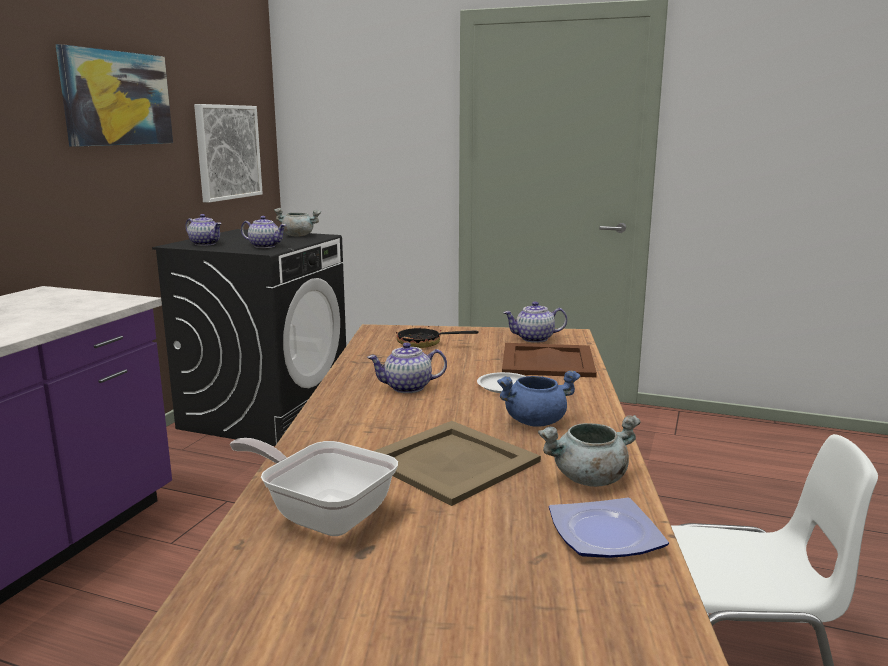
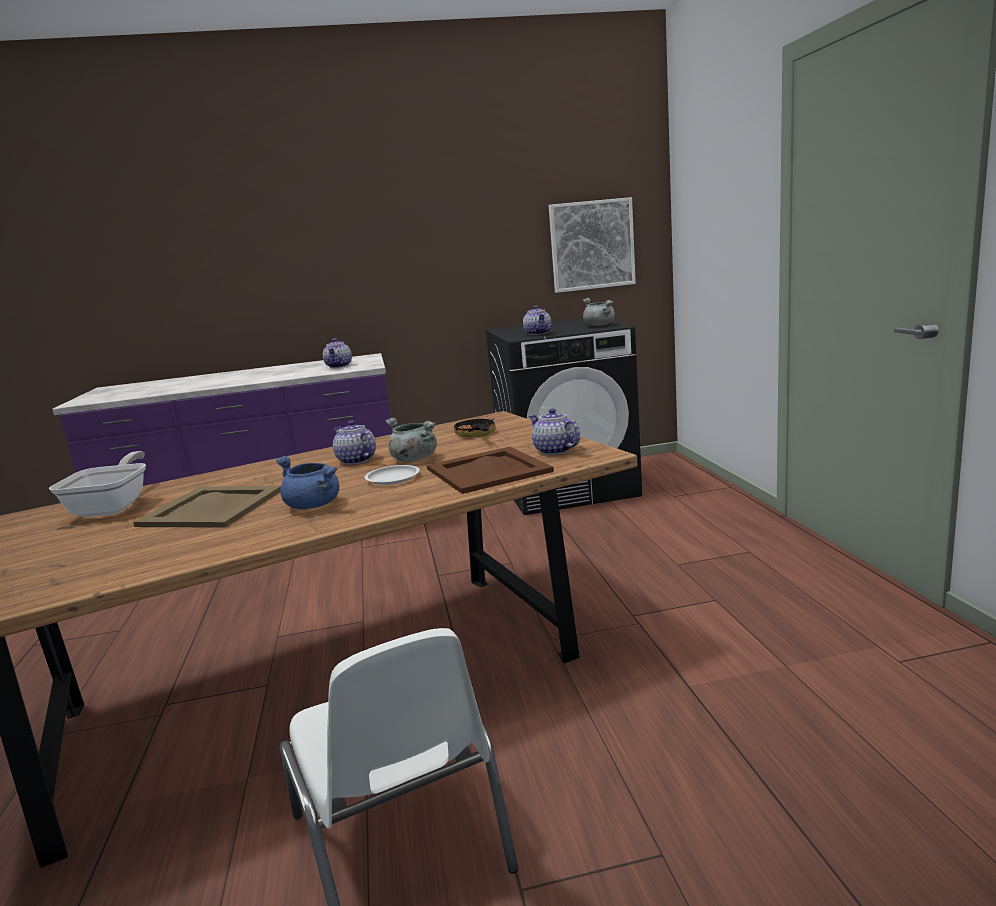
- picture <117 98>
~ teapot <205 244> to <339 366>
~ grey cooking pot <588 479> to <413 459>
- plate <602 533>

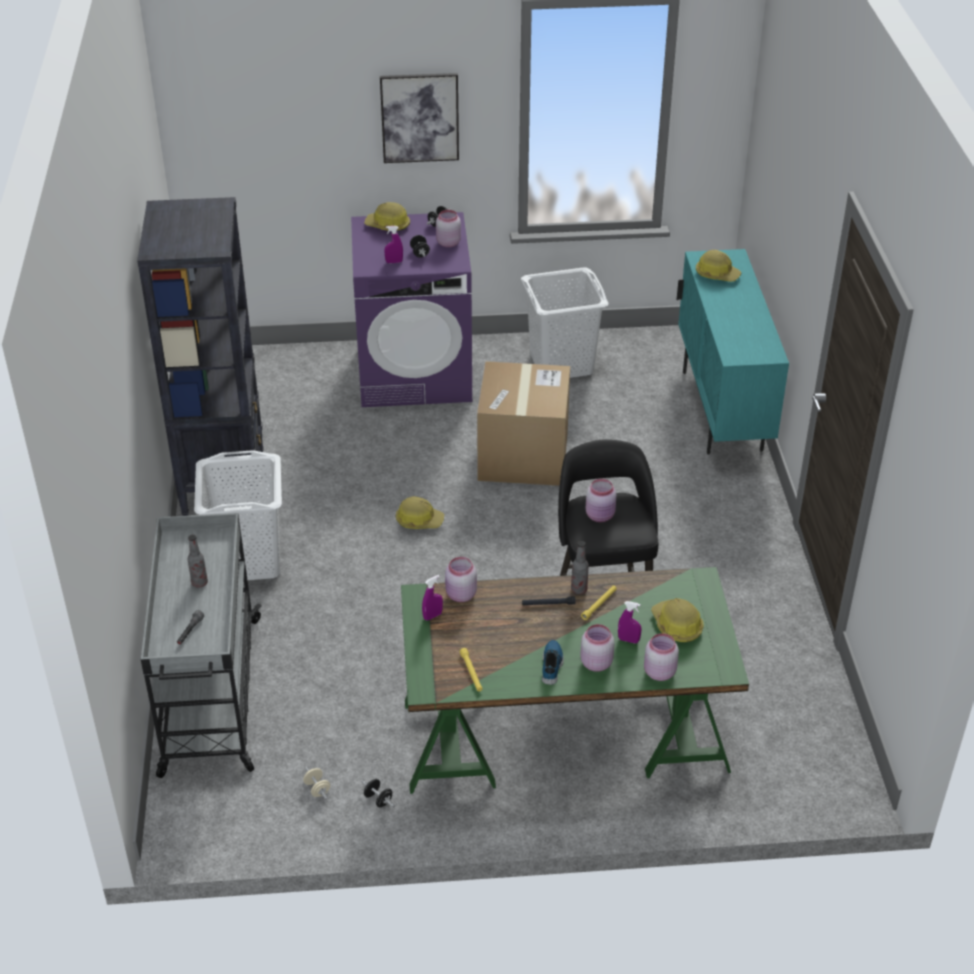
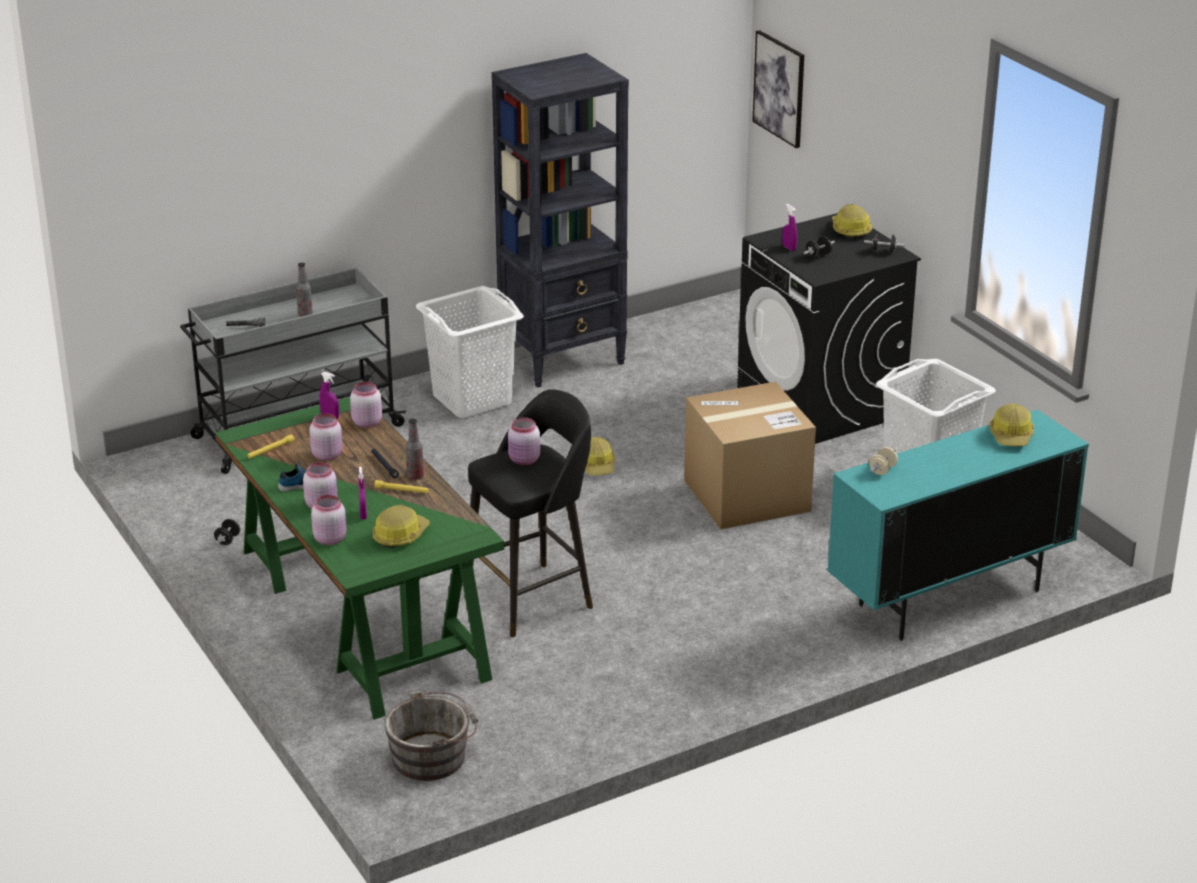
~ picture <420 117> to <779 88>
~ pink jar <447 243> to <327 455>
~ purple washing machine <415 373> to black washing machine <821 404>
~ beige dumbbell <317 789> to <882 470>
+ grey bucket <433 757>

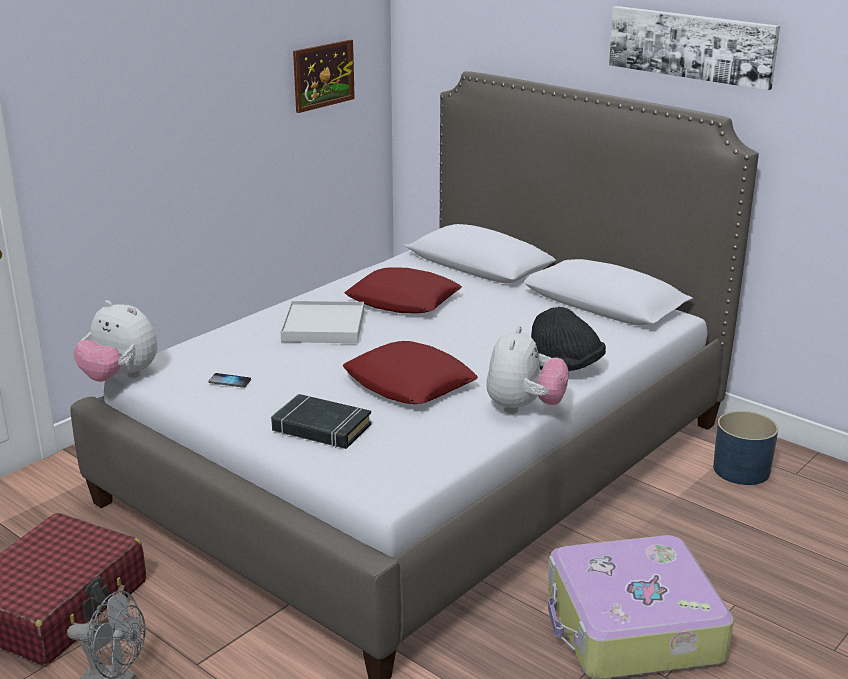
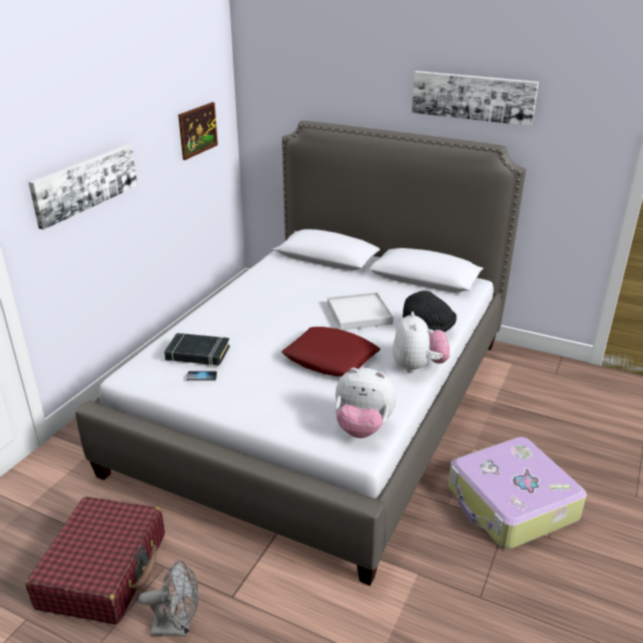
- red pillow <403 300>
~ plush toy <120 377> to <362 428>
~ white tray <323 326> to <359 314>
~ black book <321 428> to <197 354>
- blue planter <741 470>
+ picture <85 183>

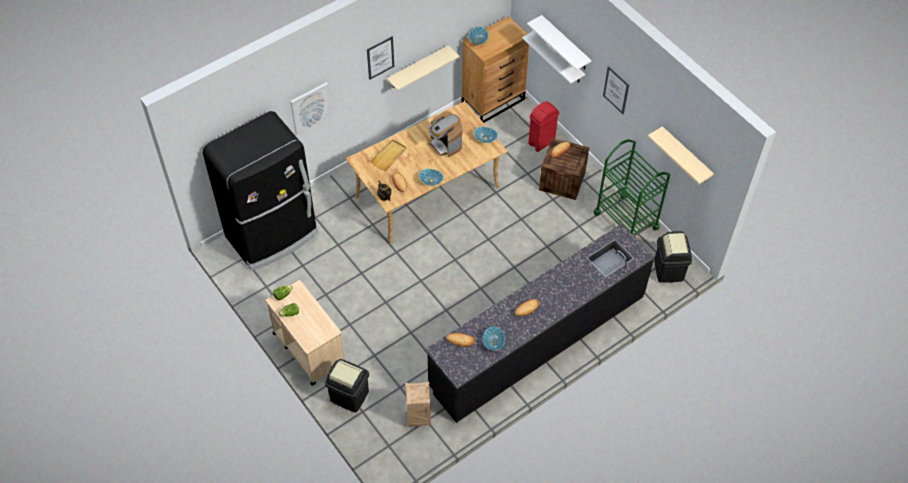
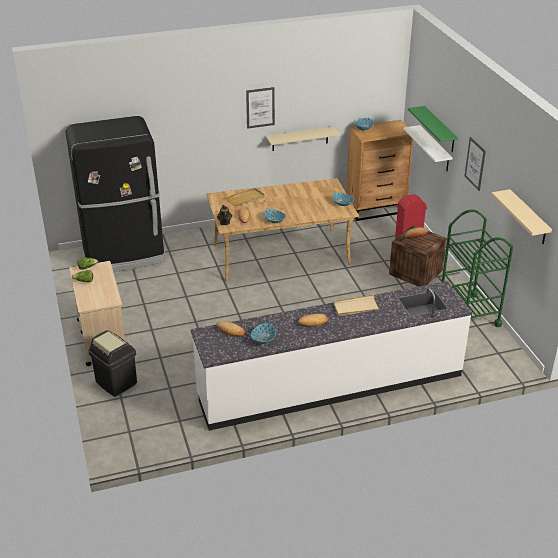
~ white shelf <565 44> to green shelf <439 129>
- picture <310 108>
- coffee machine <445 144>
~ black counter <537 340> to white counter <330 384>
- black trash can <669 270>
- crate <419 417>
+ beige tray <356 307>

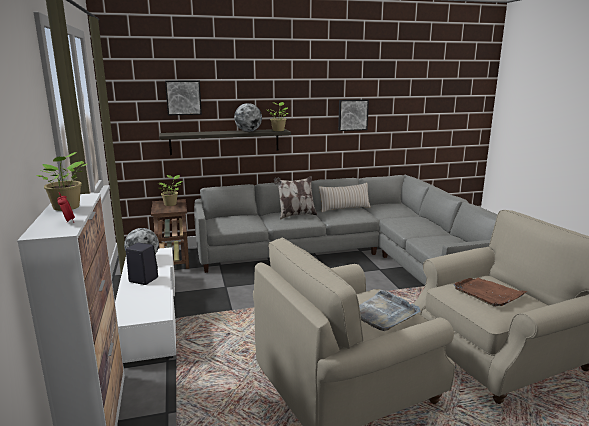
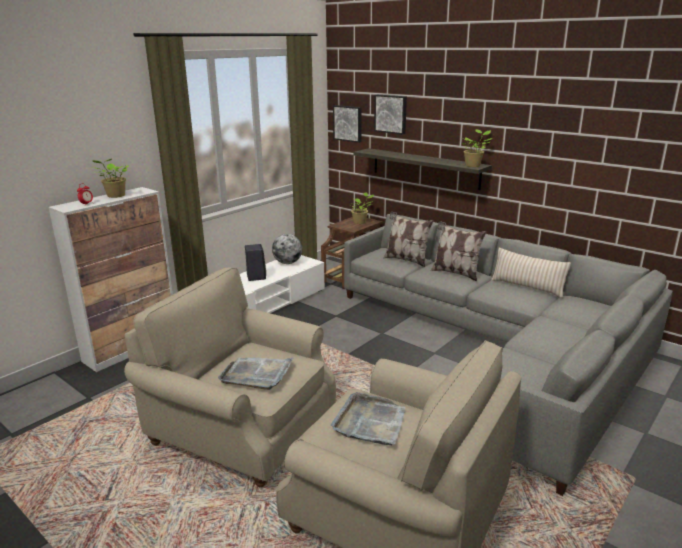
~ picture <352 115> to <348 123>
- globe <248 131>
~ brown tray <488 293> to grey tray <370 422>
+ pillow <406 260>

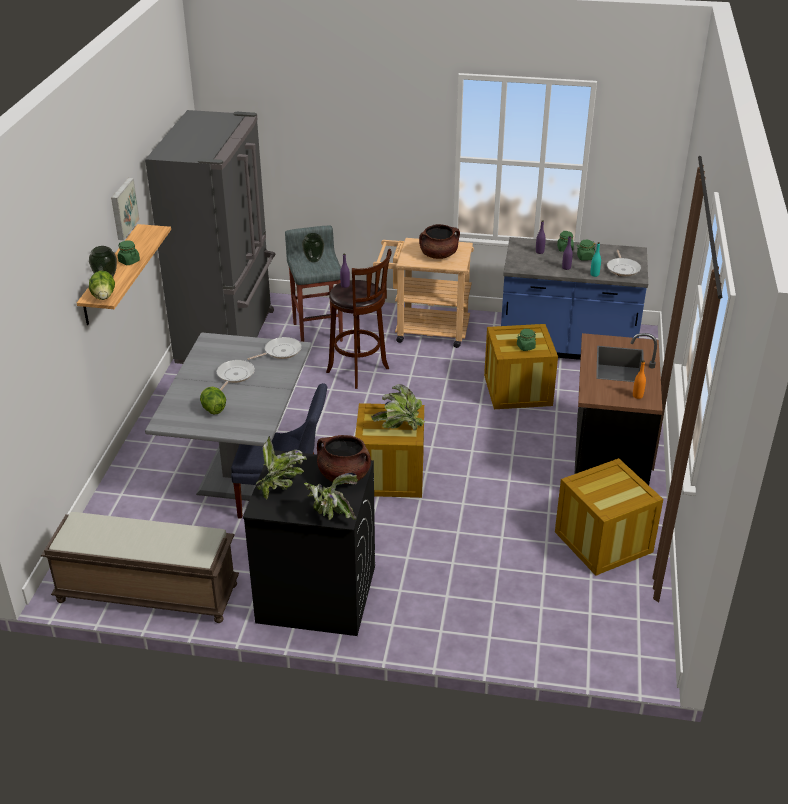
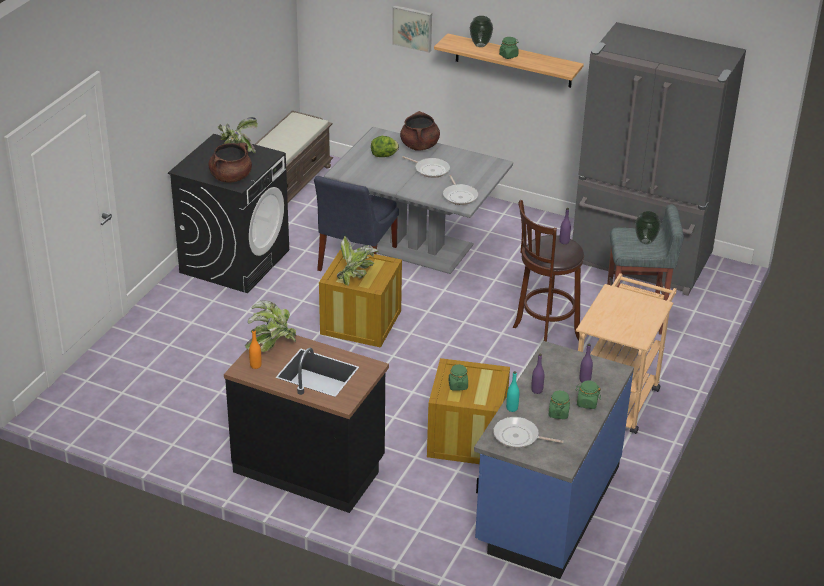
~ picture <123 208> to <413 28>
~ brown cooking pot <438 255> to <419 146>
- lettuce <104 296>
- crate <603 542>
~ potted plant <330 513> to <272 344>

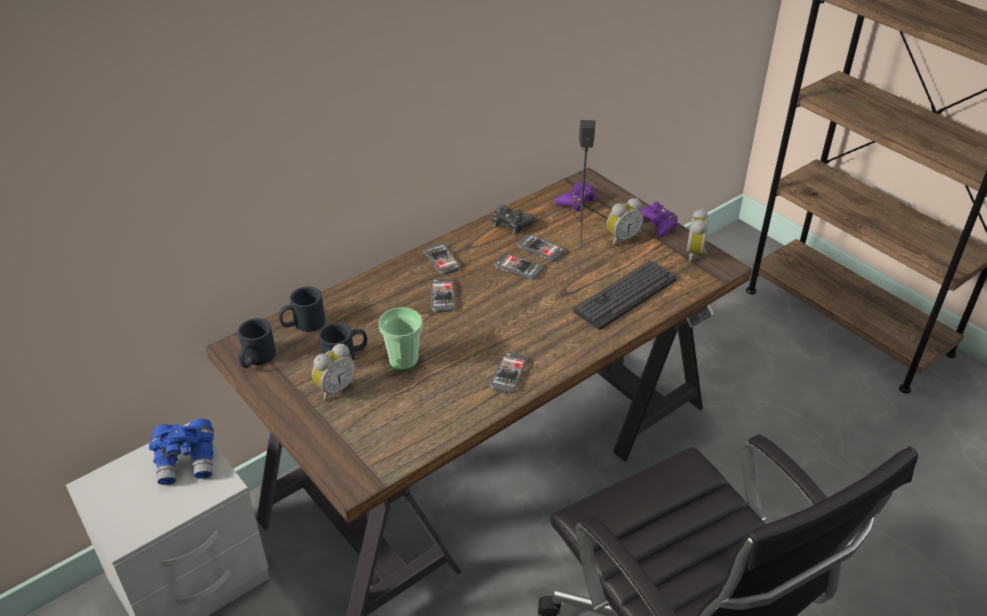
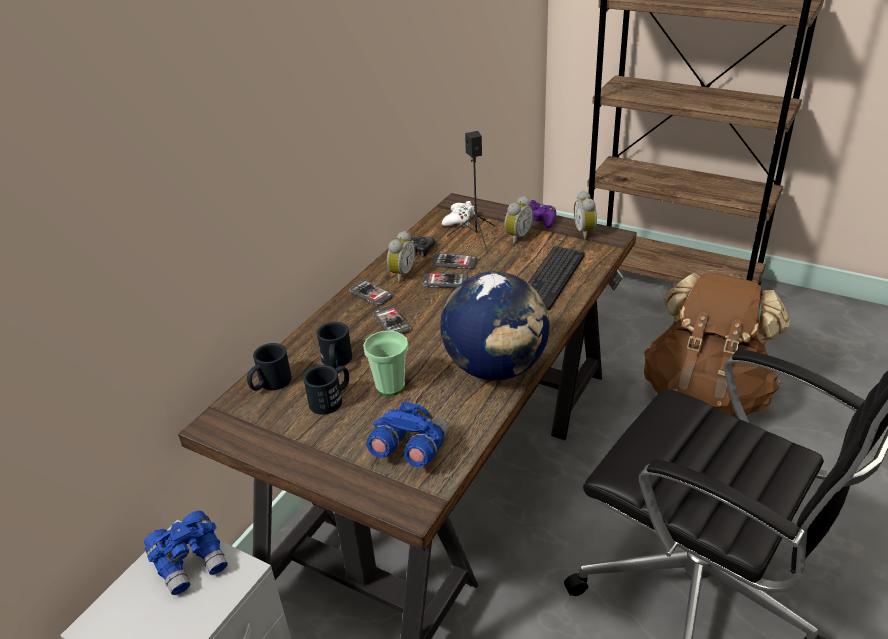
~ purple game controller <576 202> to white game controller <459 220>
~ black mug <256 359> to <336 362>
~ alarm clock <335 388> to <401 274>
~ phone <509 374> to globe <496 368>
+ brown backpack <705 397>
+ blue binoculars <409 450>

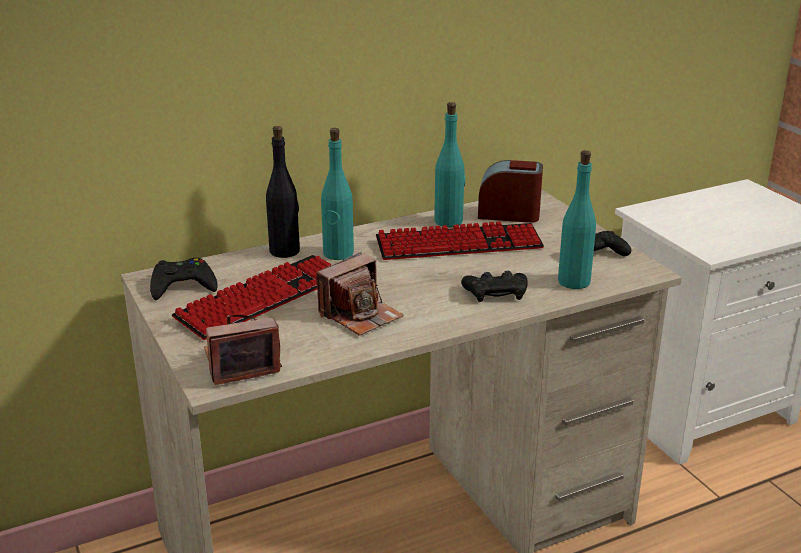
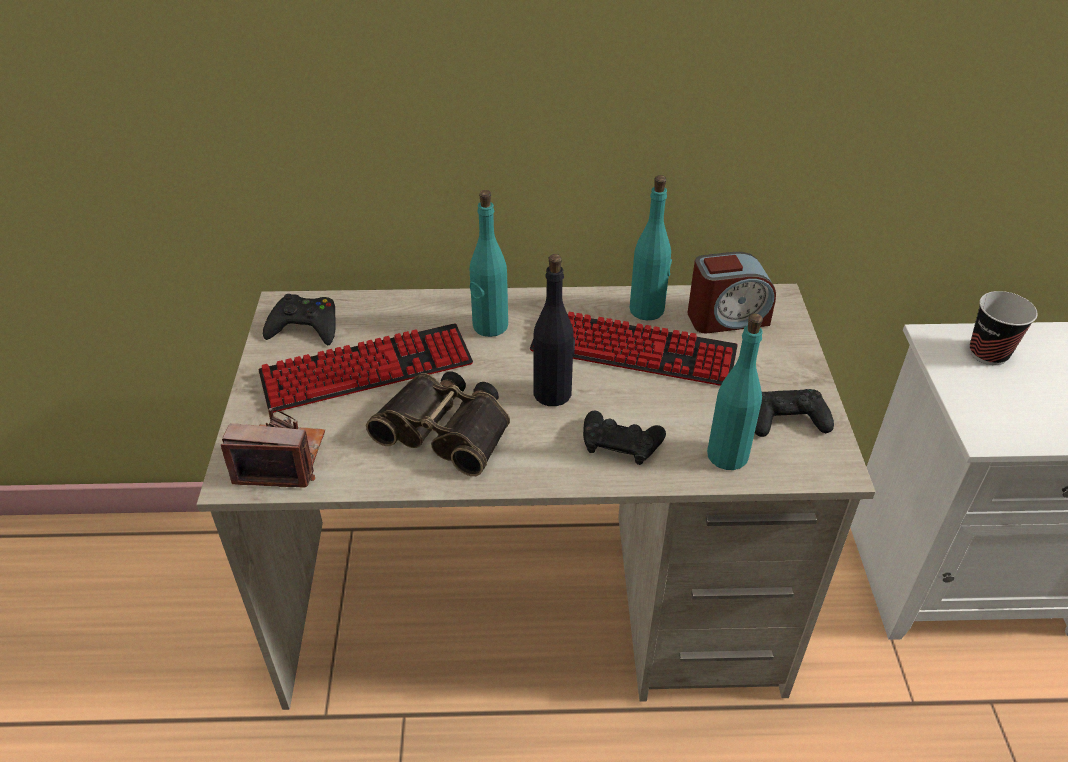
~ black bottle <285 251> to <553 393>
~ alarm clock <509 214> = <727 317> 135 degrees clockwise
~ photo camera <360 315> to binoculars <448 429>
+ cup <988 353>

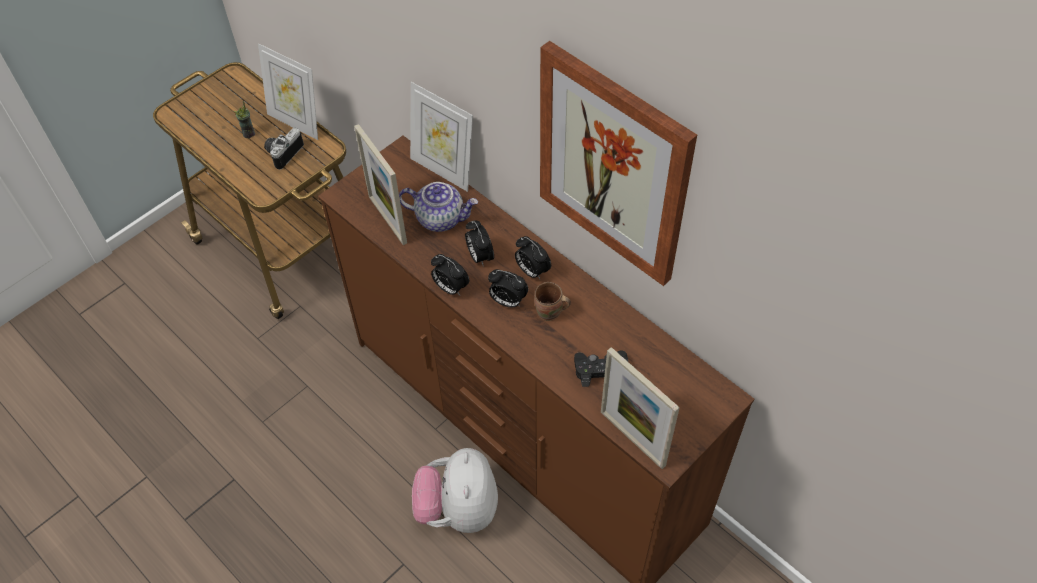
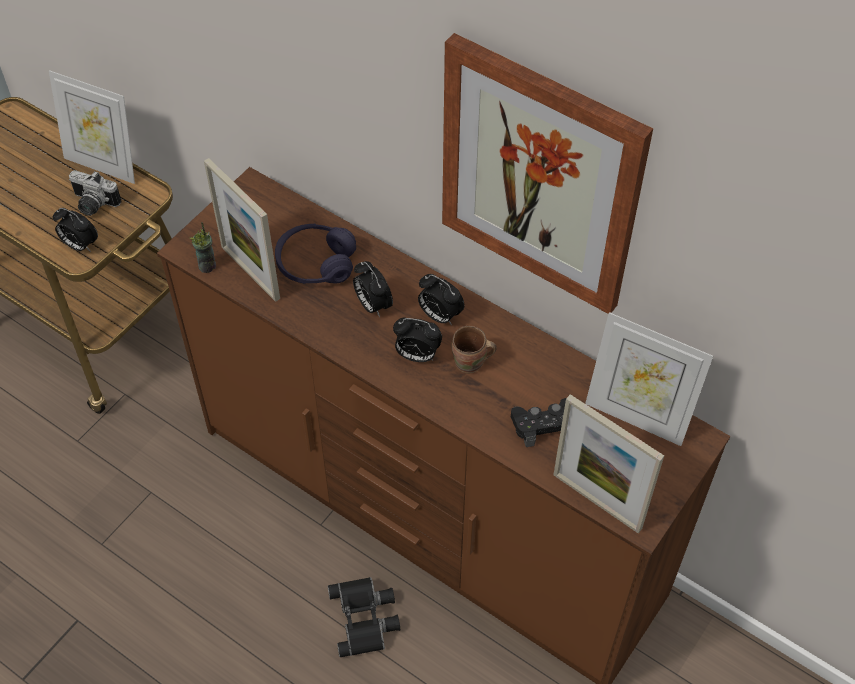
~ picture frame <443 170> to <637 416>
~ cup <249 133> to <207 266>
~ photo camera <282 153> = <93 204> 90 degrees counterclockwise
~ teapot <441 218> to purple headphones <316 263>
~ alarm clock <450 288> to <80 245>
~ plush toy <458 509> to black binoculars <365 618>

